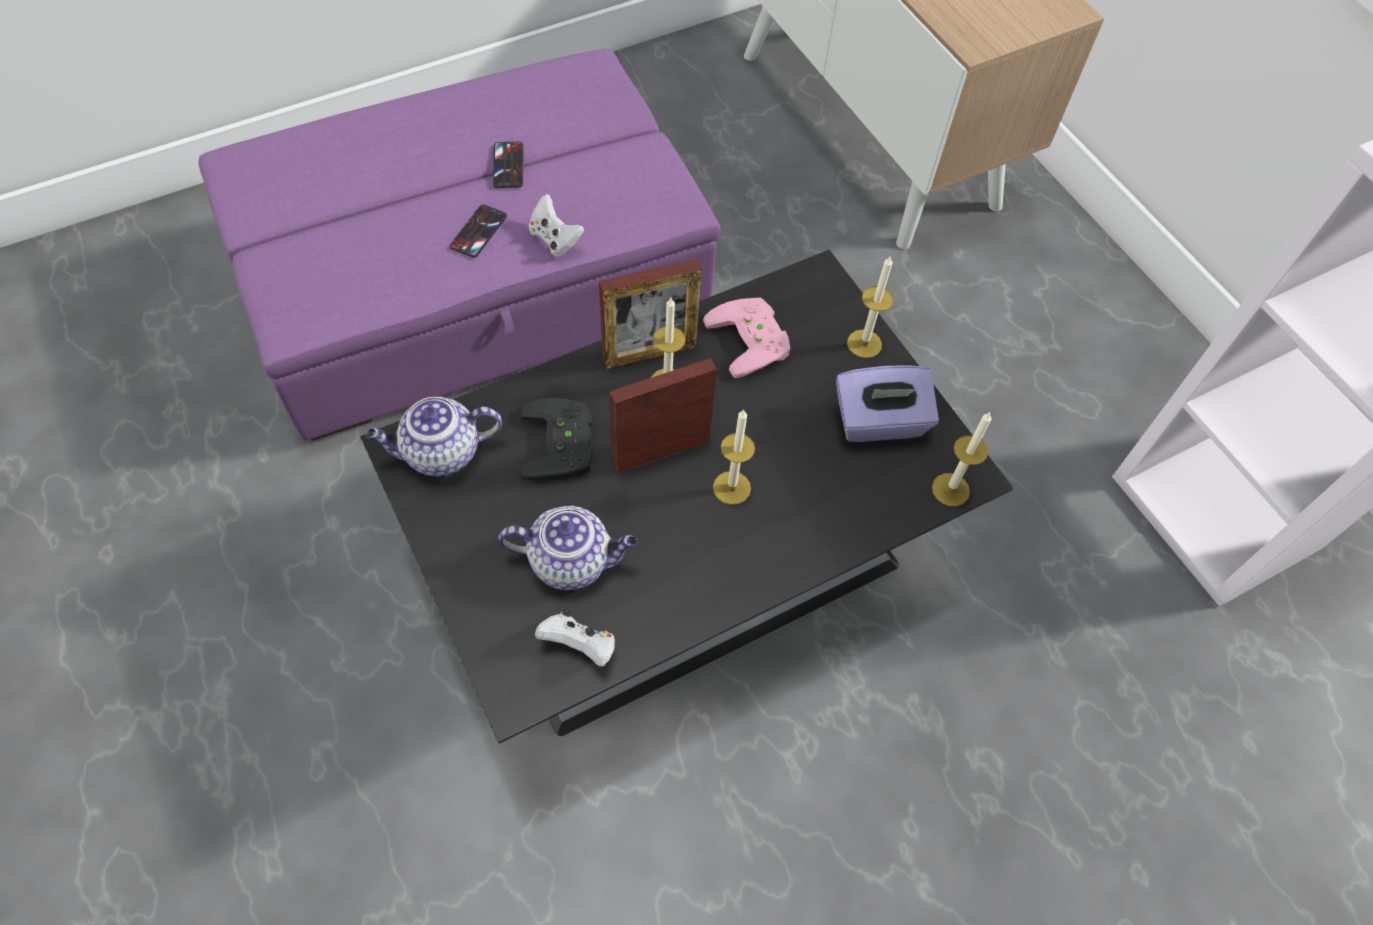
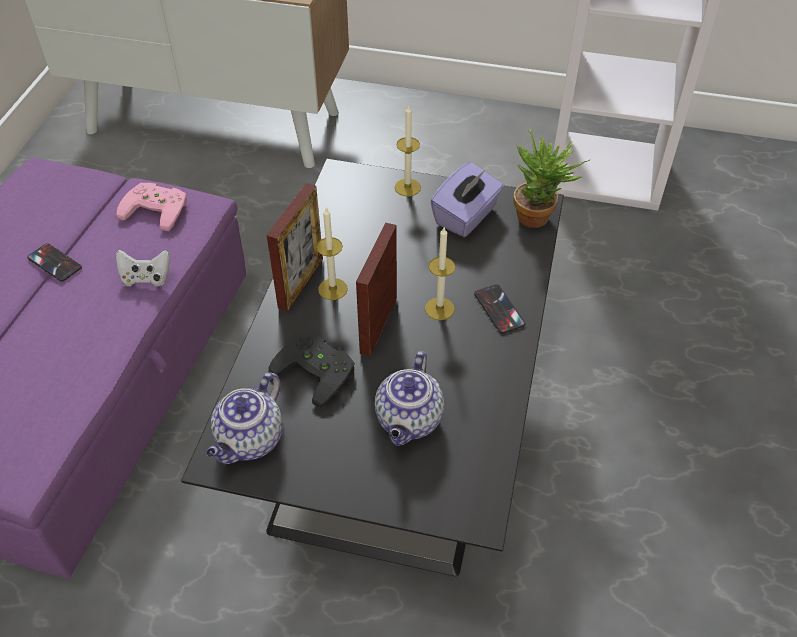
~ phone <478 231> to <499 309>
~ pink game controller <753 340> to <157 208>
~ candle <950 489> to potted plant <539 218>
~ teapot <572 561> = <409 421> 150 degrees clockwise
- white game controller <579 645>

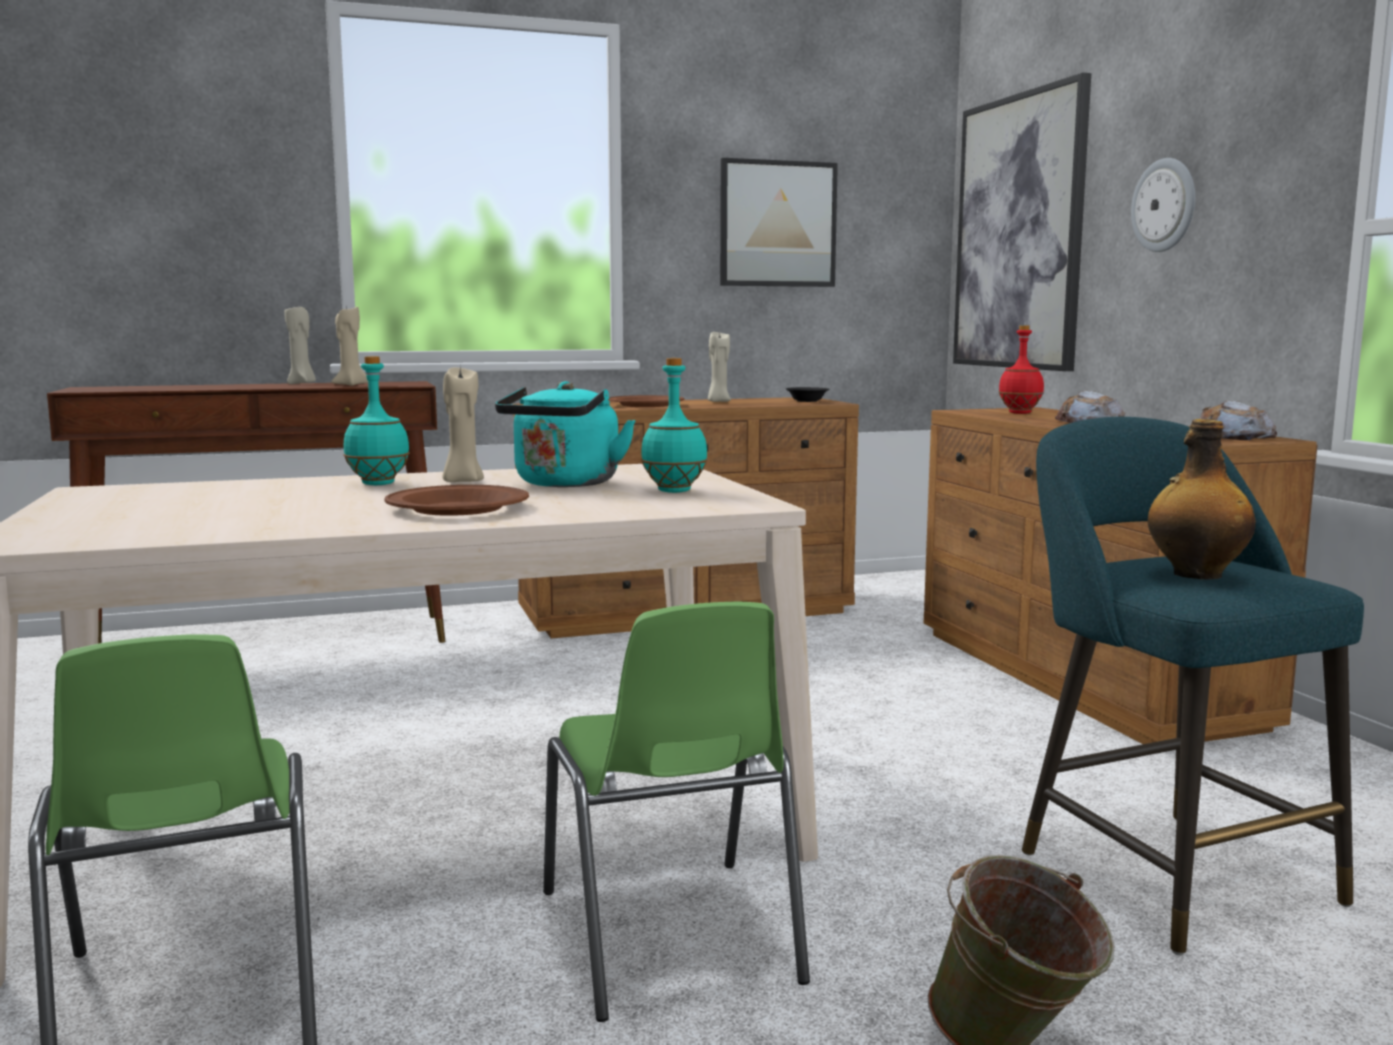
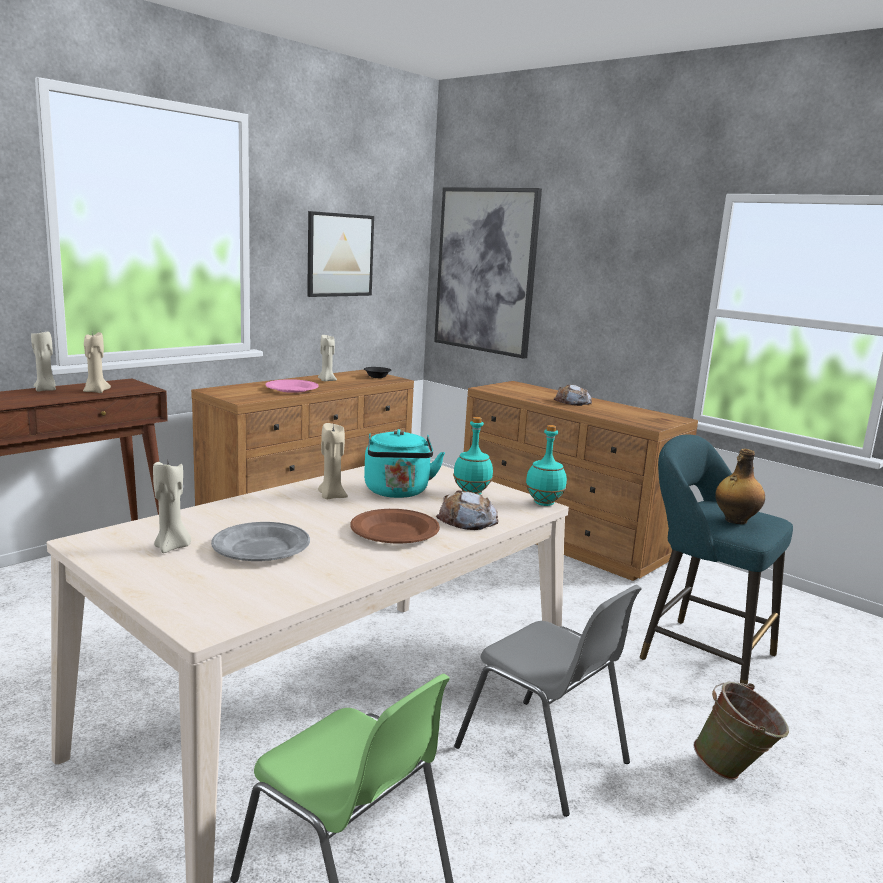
- wall clock <1165 205>
- red bottle <1020 413>
~ turquoise bottle <379 484> to <544 503>
~ brown plate <645 405> to pink plate <291 389>
~ bread <1233 436> to <467 520>
~ green chair <669 938> to grey chair <544 756>
+ beige candle <172 547>
+ grey plate <262 547>

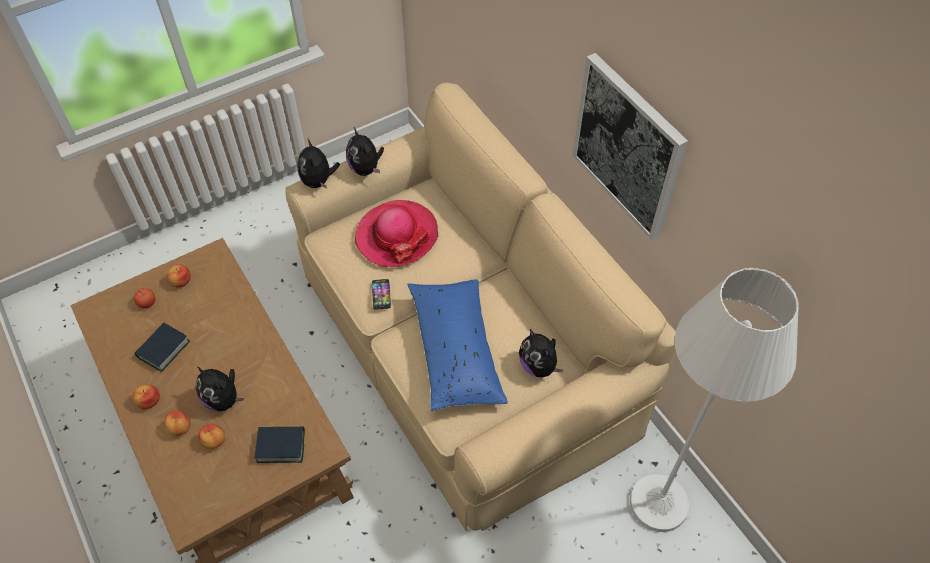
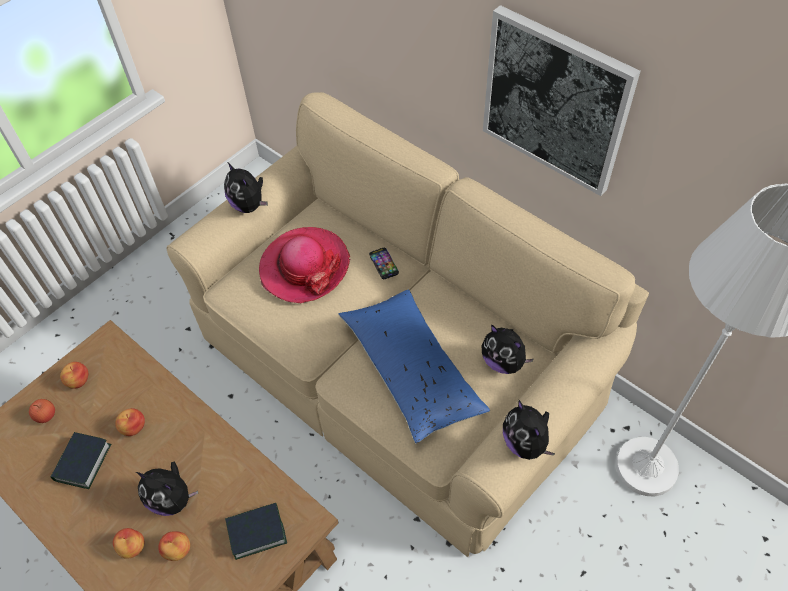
~ plush toy <318 181> to <525 443>
~ phone <381 294> to <383 264>
~ apple <149 401> to <133 427>

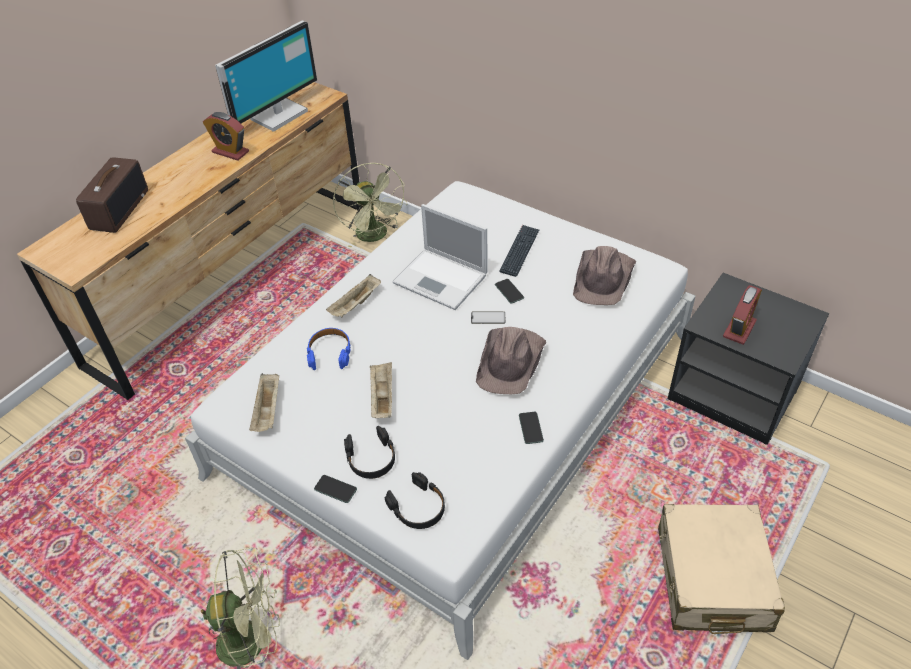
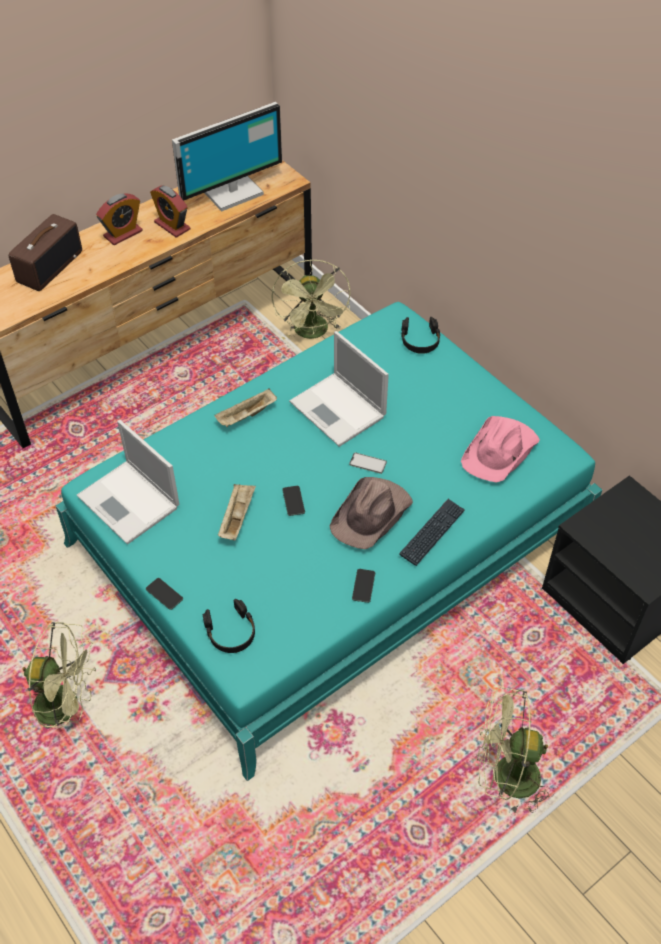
~ white bed <458 405> to turquoise bed <330 537>
~ keyboard <519 251> to <432 532>
~ brown hat <604 278> to pink hat <500 451>
~ phone <509 291> to <293 501>
~ alarm clock <739 329> to <123 234>
- blue headphones <330 353>
~ beige tray <268 411> to laptop <130 502>
~ black headphones <371 458> to <420 340>
~ beige suitcase <712 579> to green fan <505 777>

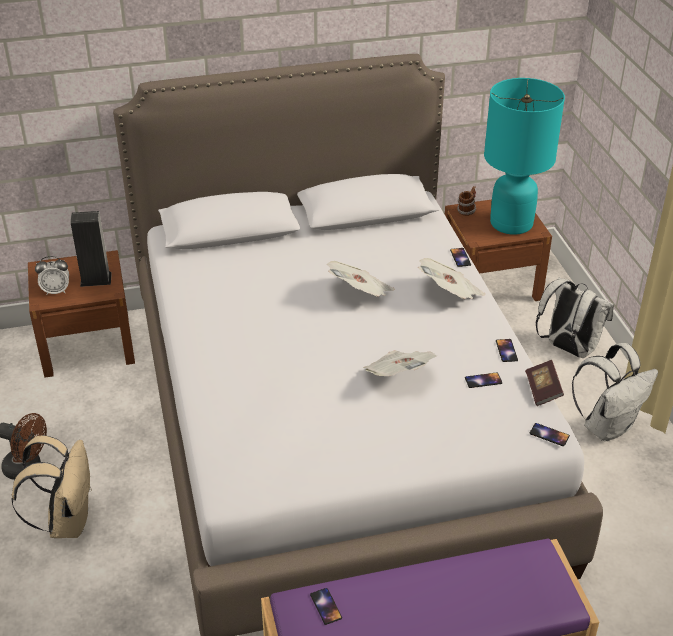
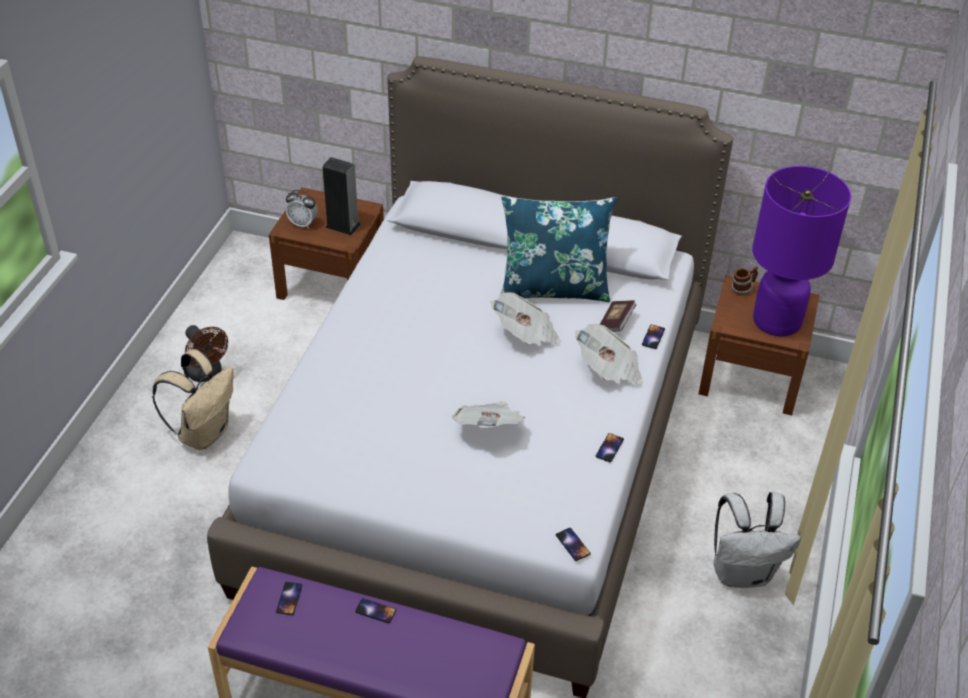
~ turquoise table lamp <511 224> to purple table lamp <776 321>
- white backpack <568 348>
~ book <543 390> to <615 323>
~ phone <483 380> to <375 611>
+ blue pillow <553 288>

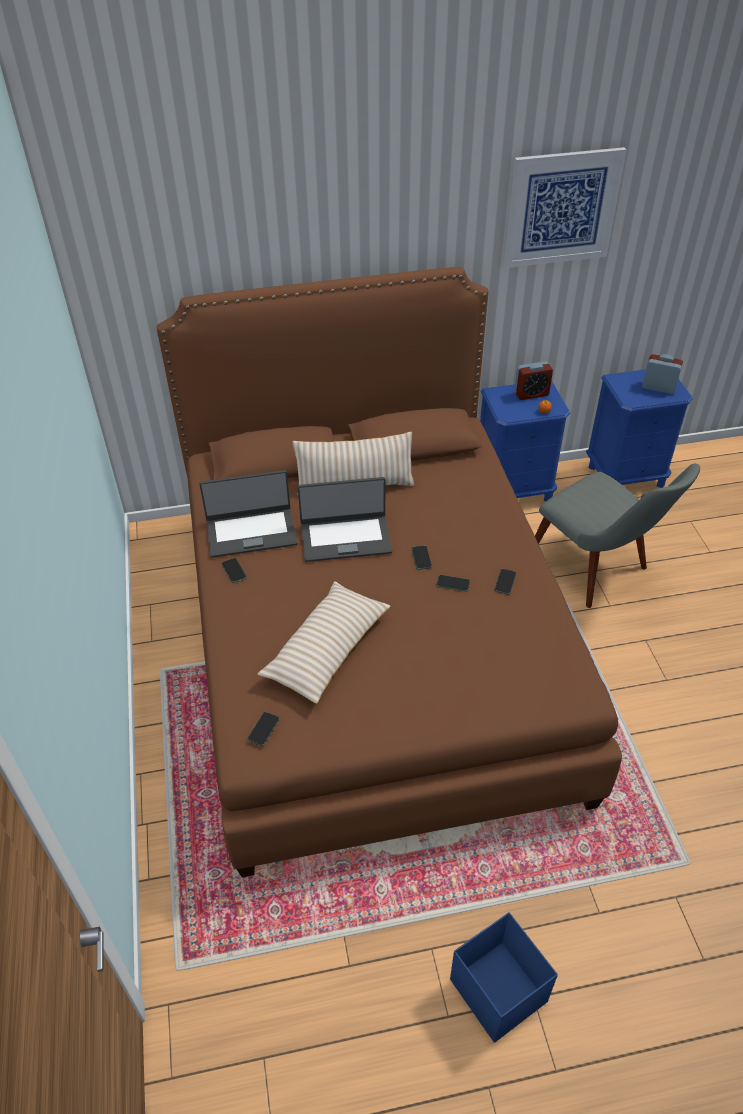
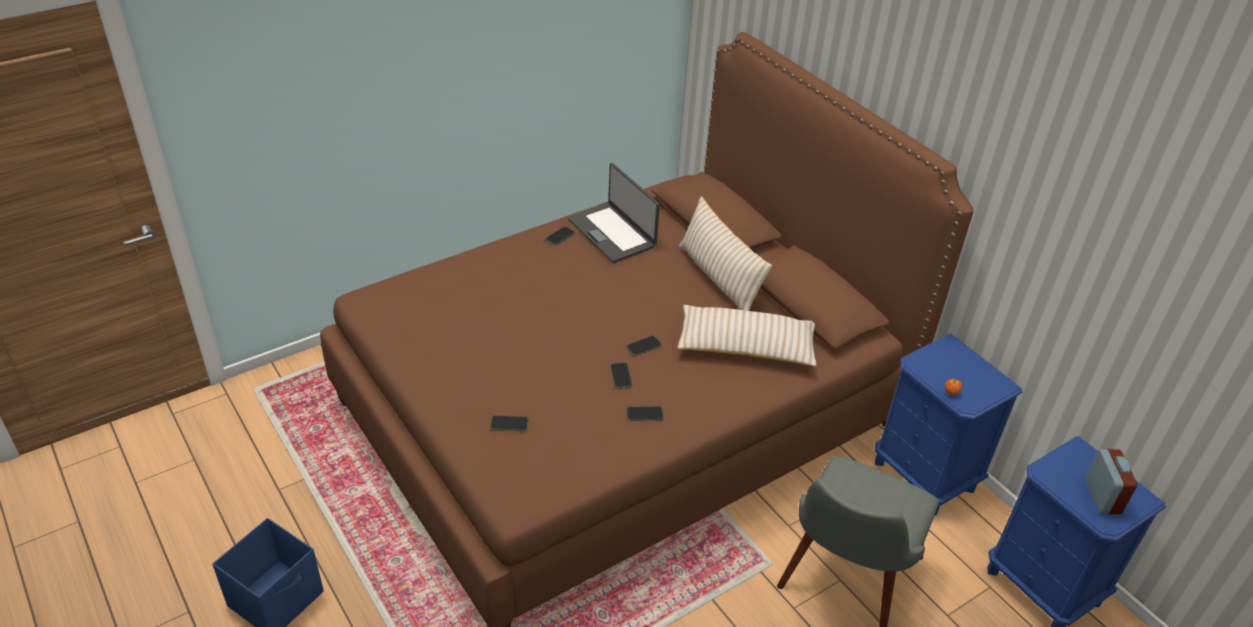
- picture <561 208>
- alarm clock <531 394>
- laptop <345 538>
~ beige pillow <327 649> to <746 346>
~ phone <263 729> to <509 424>

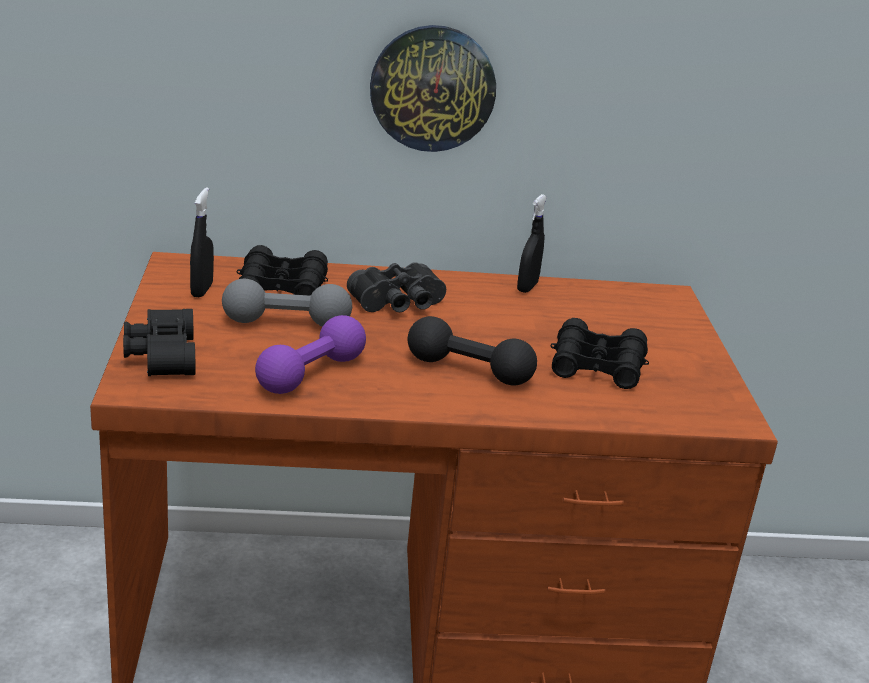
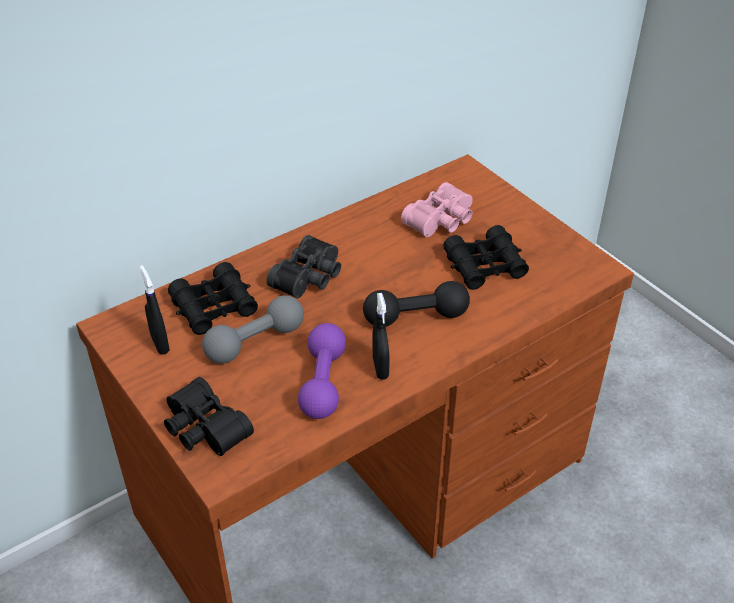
- wall clock <432 88>
~ black spray bottle <527 287> to <380 368>
+ pink binoculars <442 221>

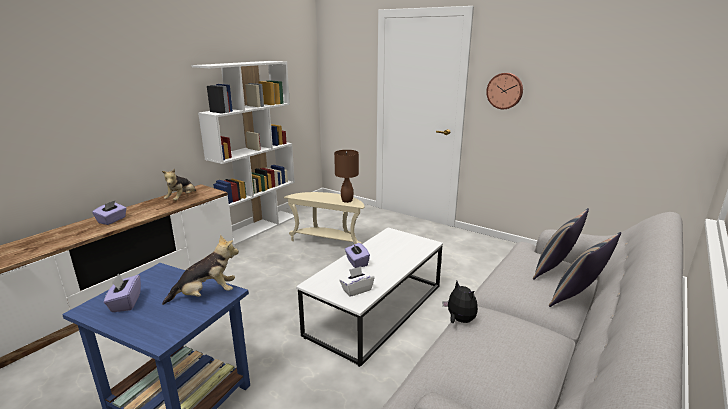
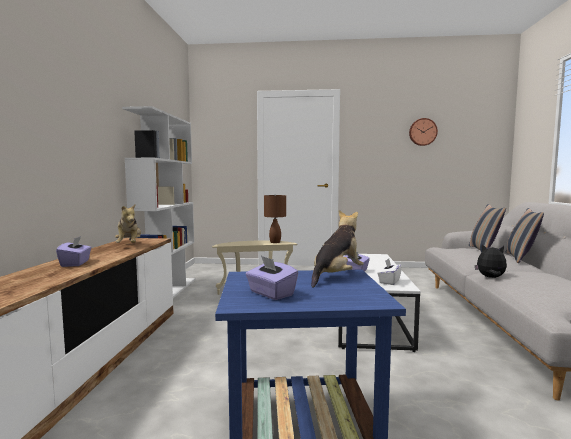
~ wall clock <505 91> to <422 132>

